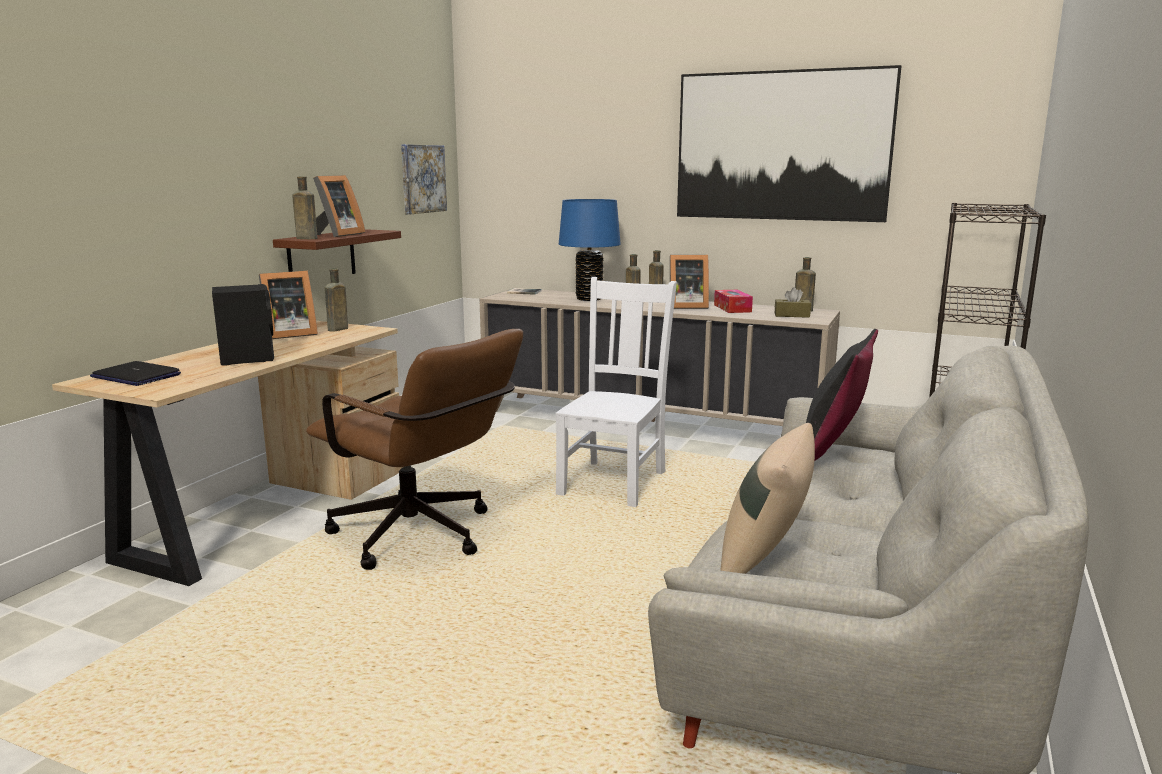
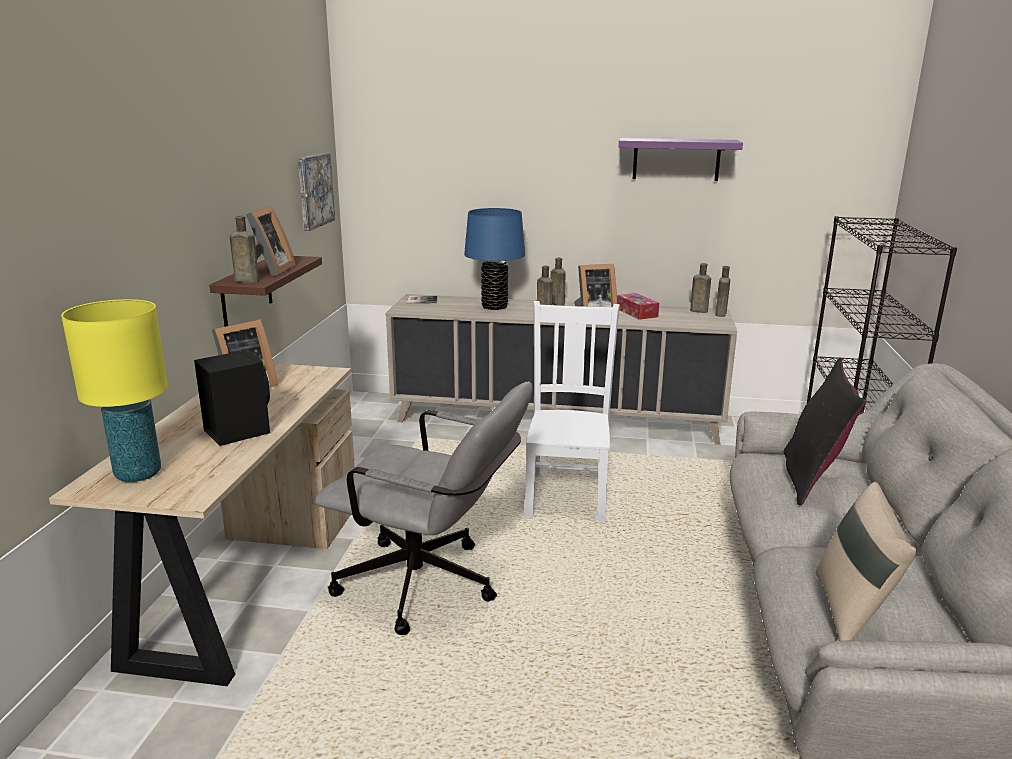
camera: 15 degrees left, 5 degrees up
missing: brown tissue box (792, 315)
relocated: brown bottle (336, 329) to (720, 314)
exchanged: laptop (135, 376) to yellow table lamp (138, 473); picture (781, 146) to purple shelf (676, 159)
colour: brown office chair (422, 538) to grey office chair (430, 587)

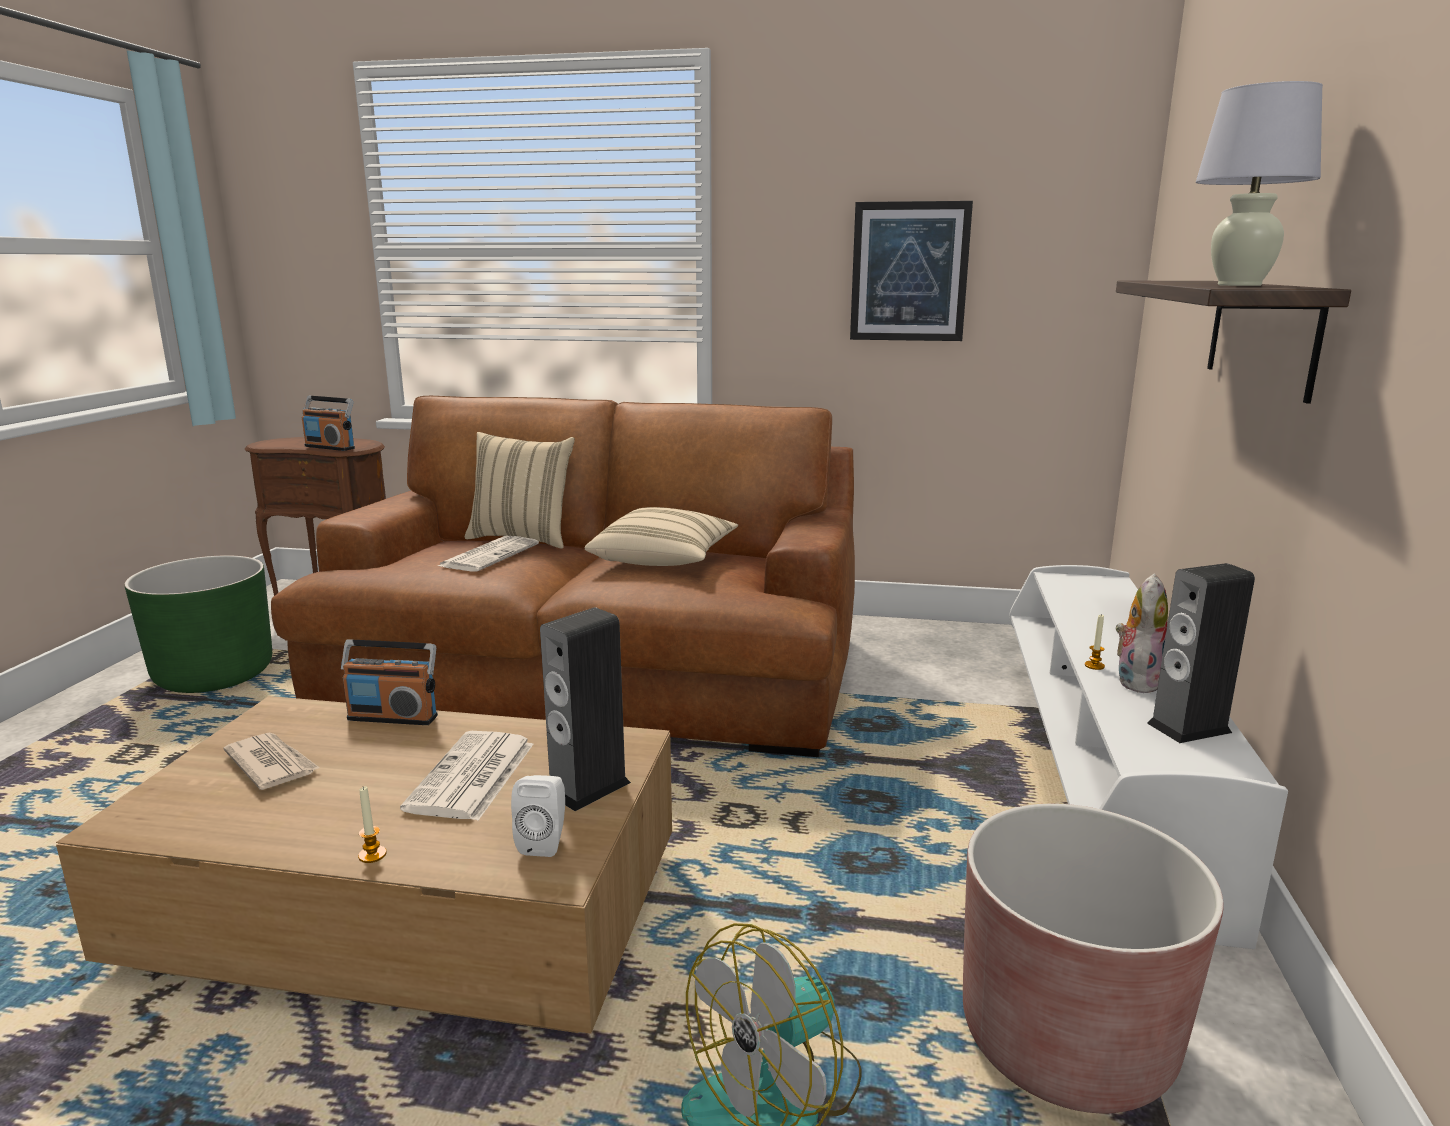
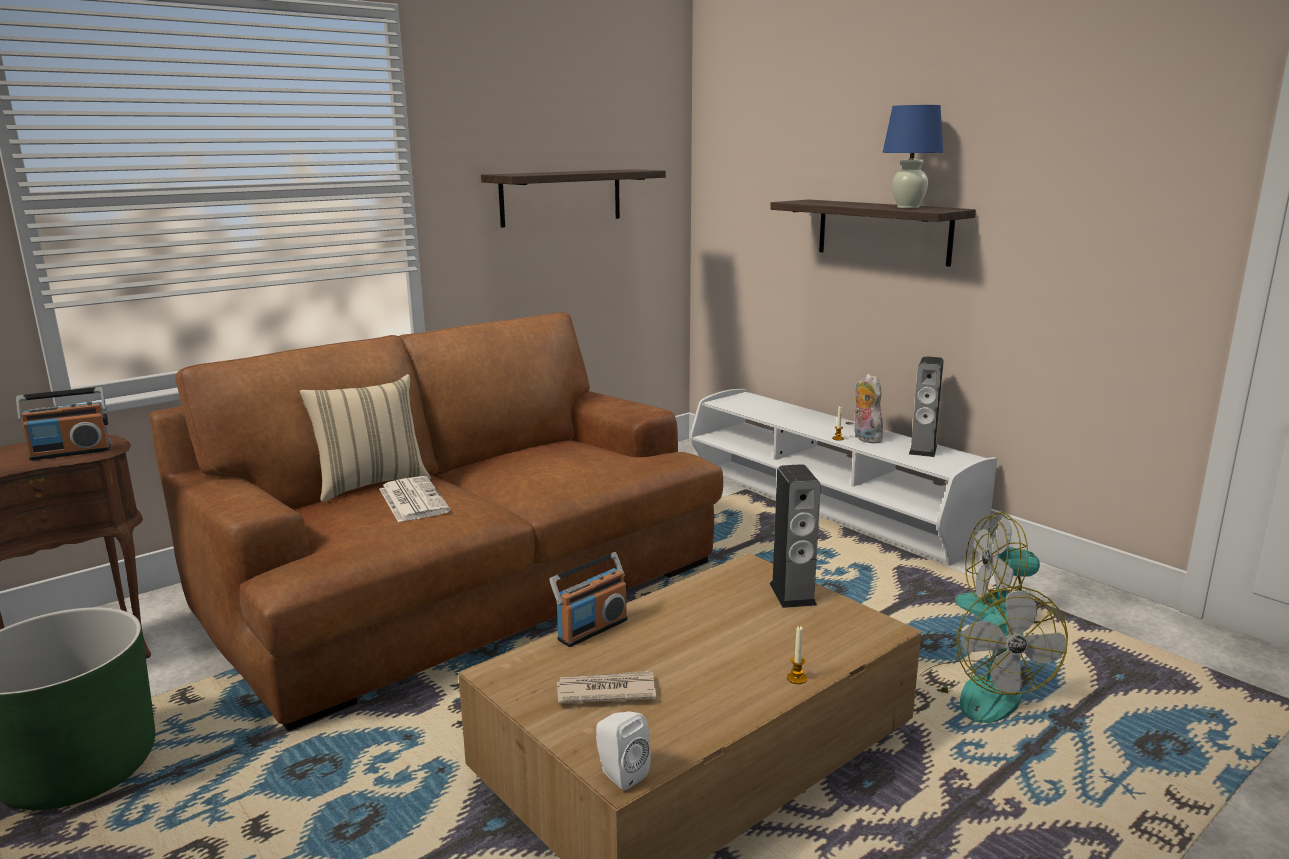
camera: 50 degrees left, 0 degrees up
missing: newspaper (472, 777); beige pillow (664, 561)
relocated: white speaker (544, 842) to (619, 774)
exchanged: picture (909, 272) to shelf (561, 197); brown planter (1066, 1040) to fan (1005, 610)
colour: white table lamp (1240, 285) to blue table lamp (908, 207)

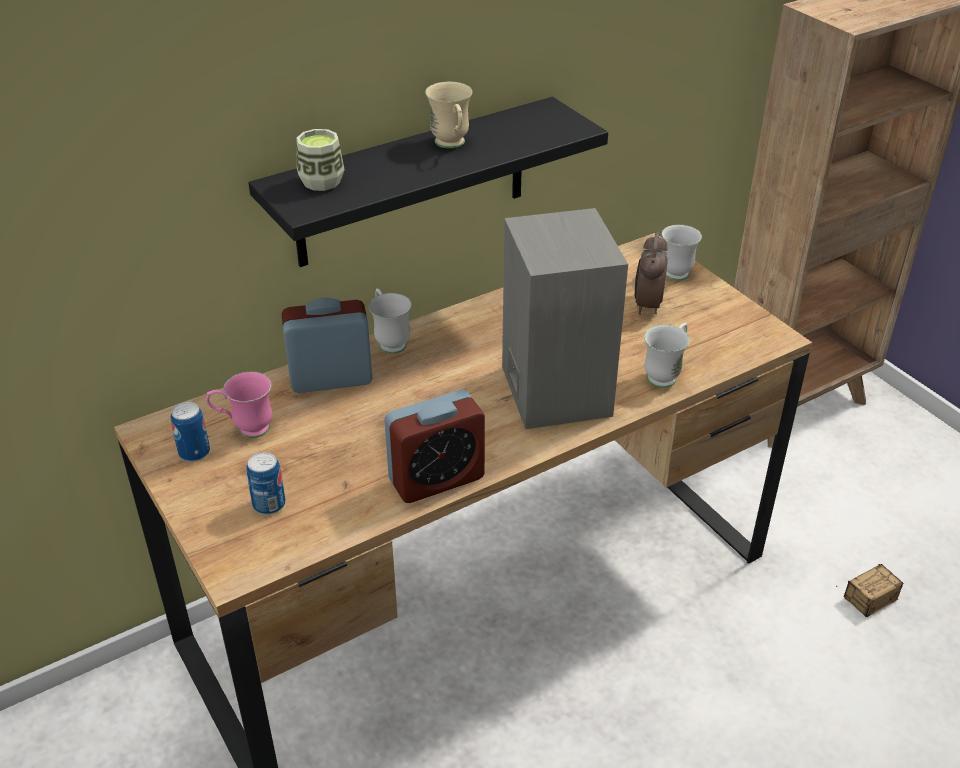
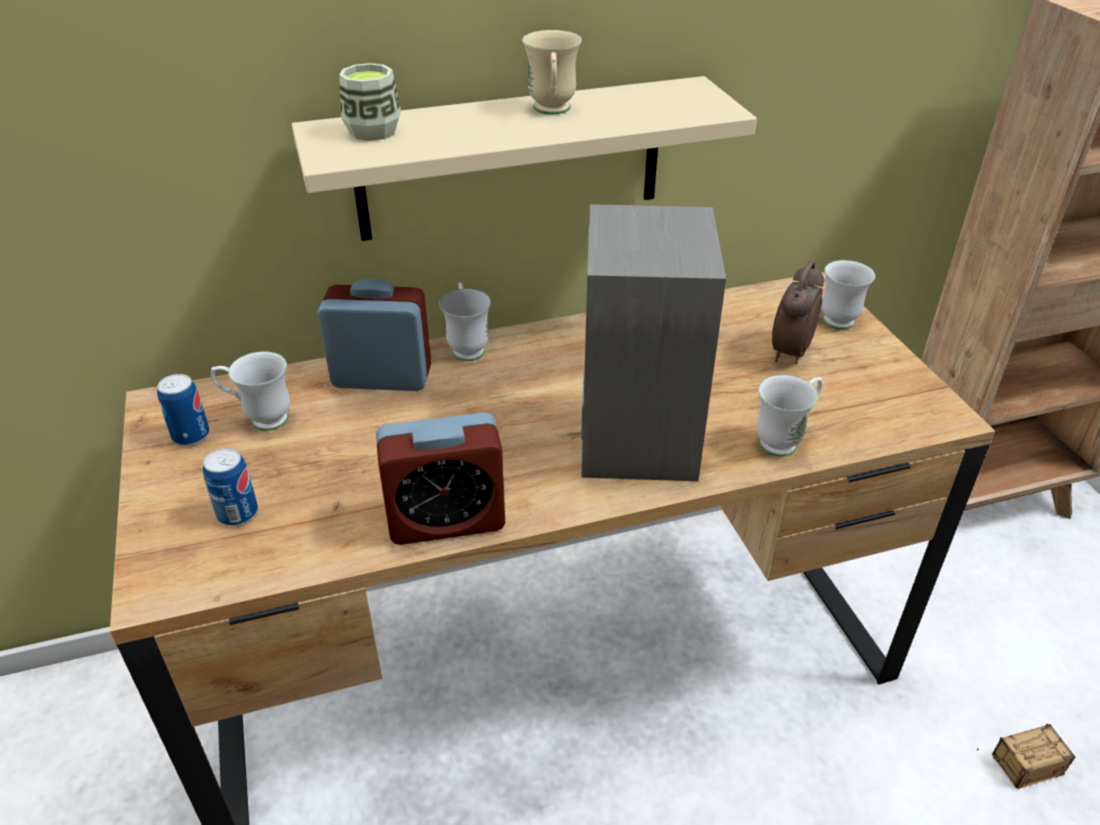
camera: 15 degrees right, 0 degrees up
colour: pink mug (245, 429) to white mug (259, 418); black shelf (412, 183) to beige shelf (510, 160)

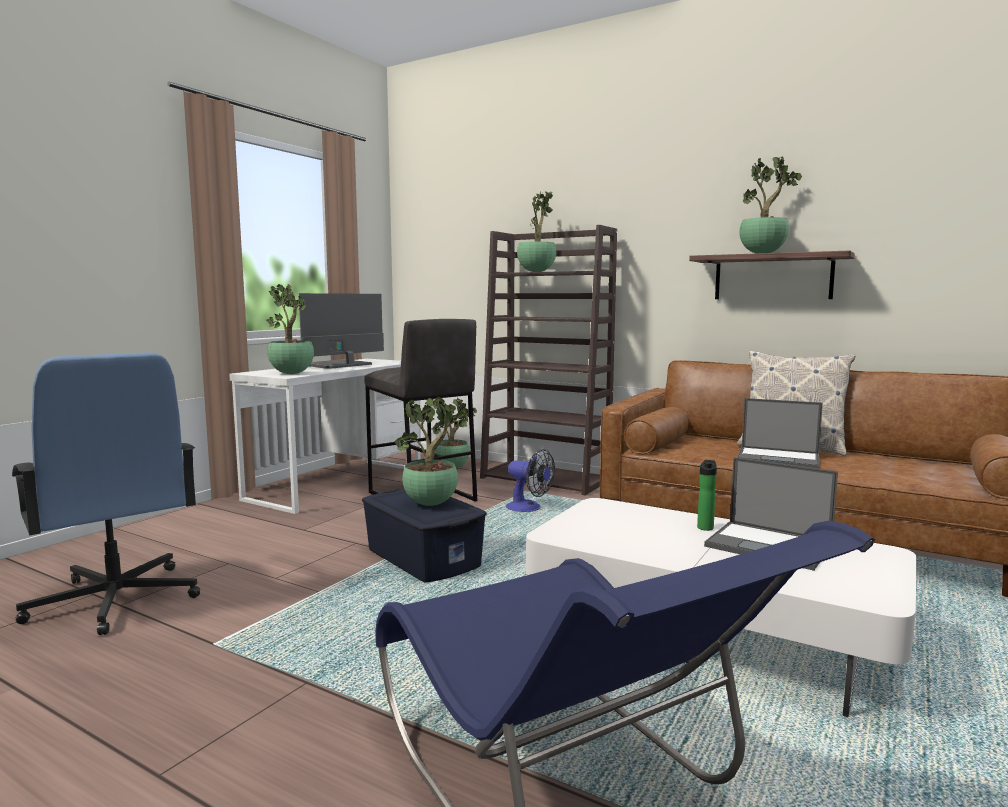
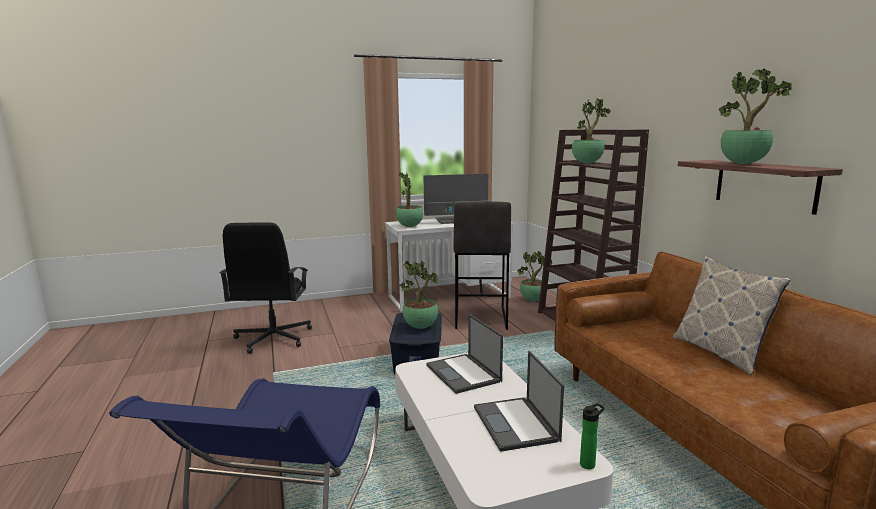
camera: 40 degrees right, 5 degrees up
missing: fan (529, 508)
relocated: bottle (705, 527) to (589, 464); laptop (779, 459) to (464, 374)
colour: blue office chair (115, 601) to black office chair (272, 338)

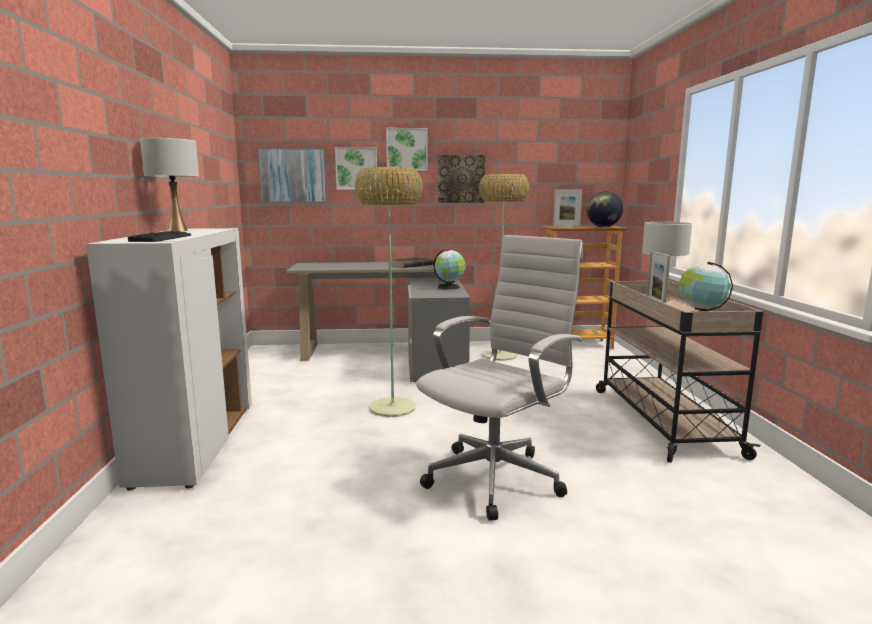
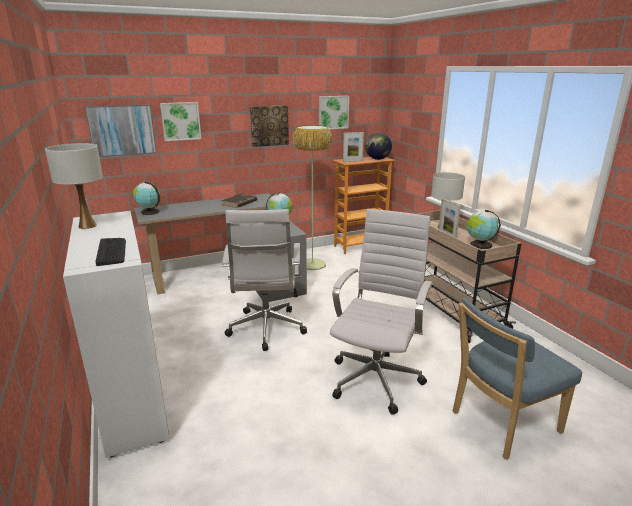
camera: 20 degrees left, 10 degrees up
appeared: globe (149, 212); blue chair (501, 423)
relocated: picture (407, 149) to (333, 112)
exchanged: floor lamp (392, 407) to white office chair (266, 330)

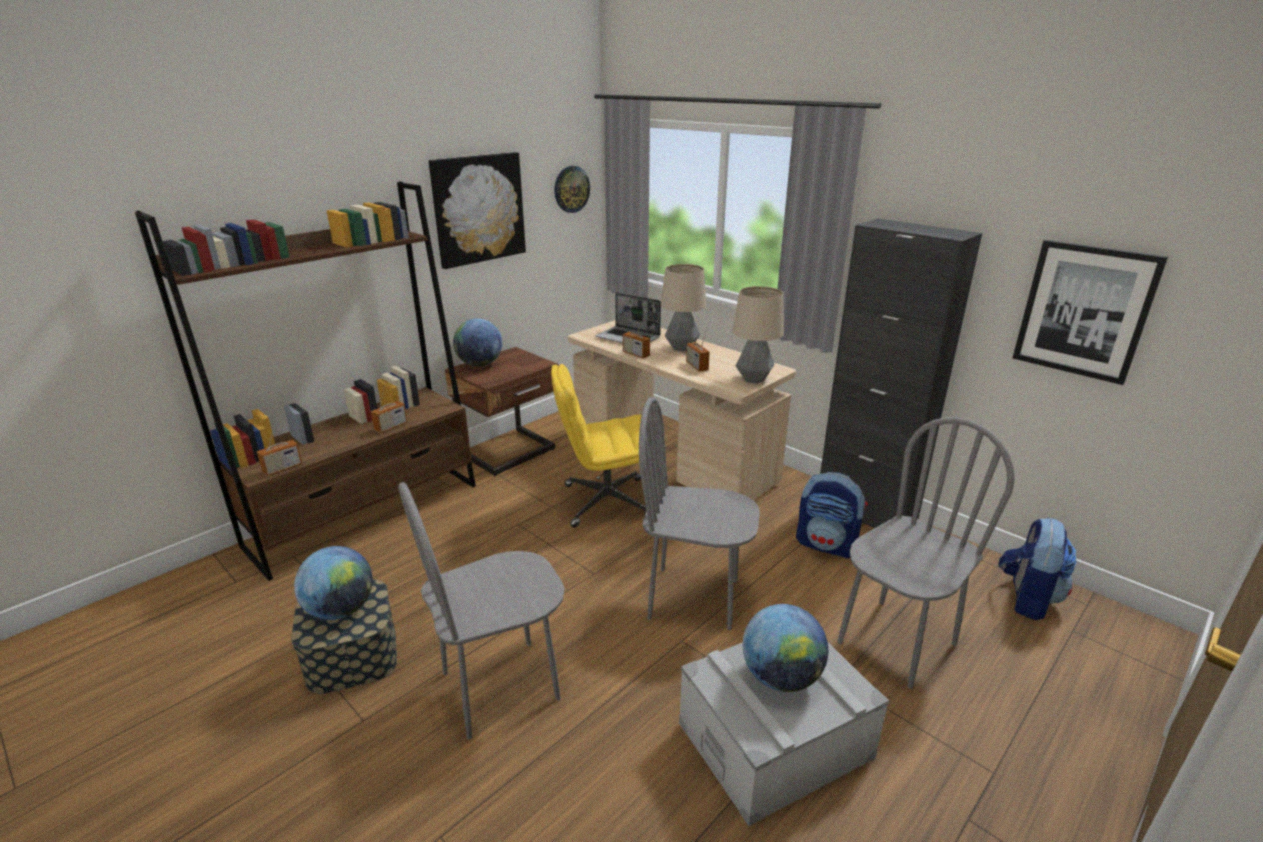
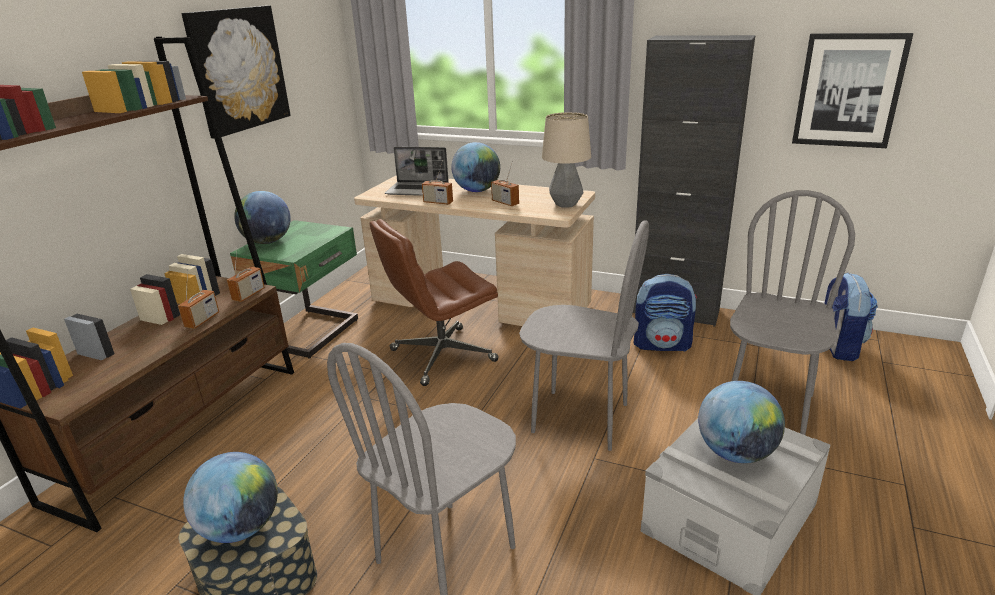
camera: 20 degrees left, 0 degrees up
missing: wall clock (571, 189)
relocated: radio (282, 468) to (248, 295)
exchanged: table lamp (681, 348) to globe (477, 191)
colour: brown nightstand (510, 453) to green nightstand (312, 333); yellow office chair (606, 502) to brown office chair (442, 356)
spun: grey chair (693, 598) = (580, 418) 150 degrees counterclockwise

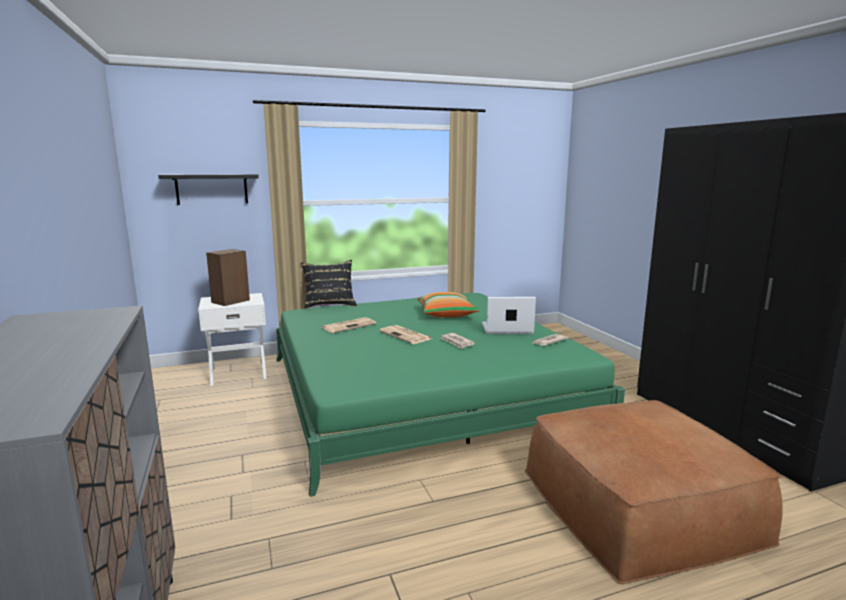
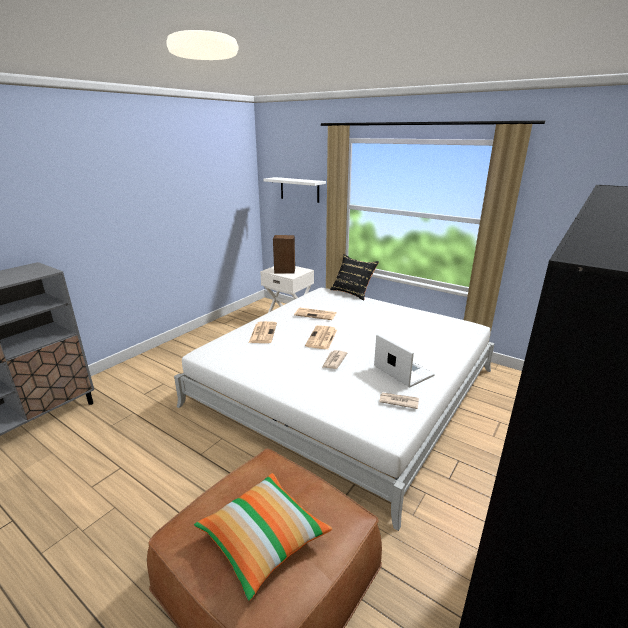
camera: 55 degrees right, 10 degrees up
appeared: newspaper (263, 332)
relocated: pillow (446, 314) to (263, 540)
colour: black shelf (212, 189) to white shelf (299, 189); green bed (422, 391) to white bed (344, 387)

